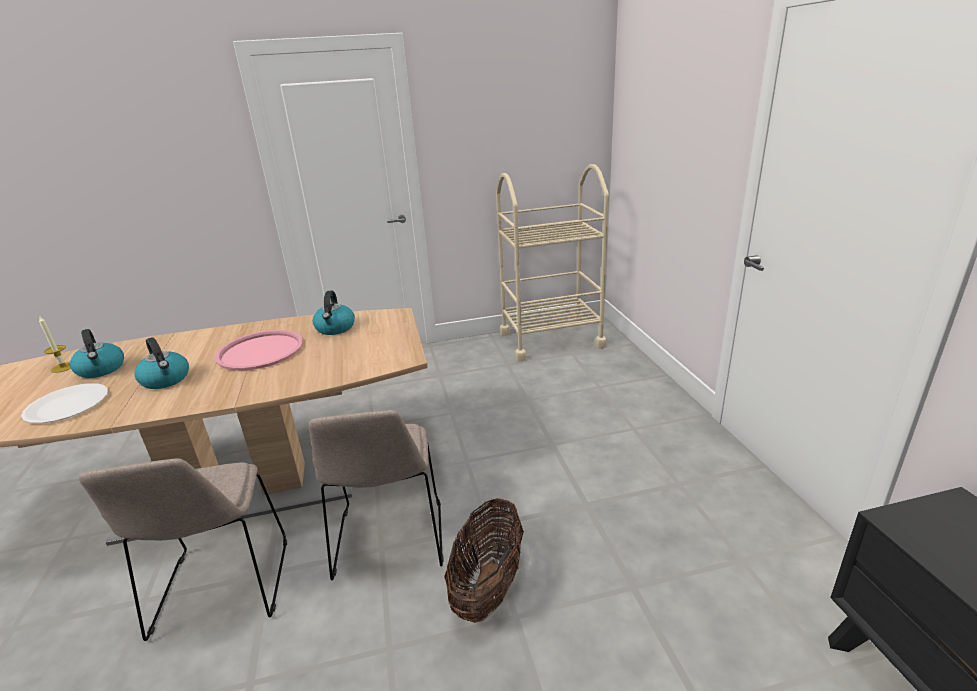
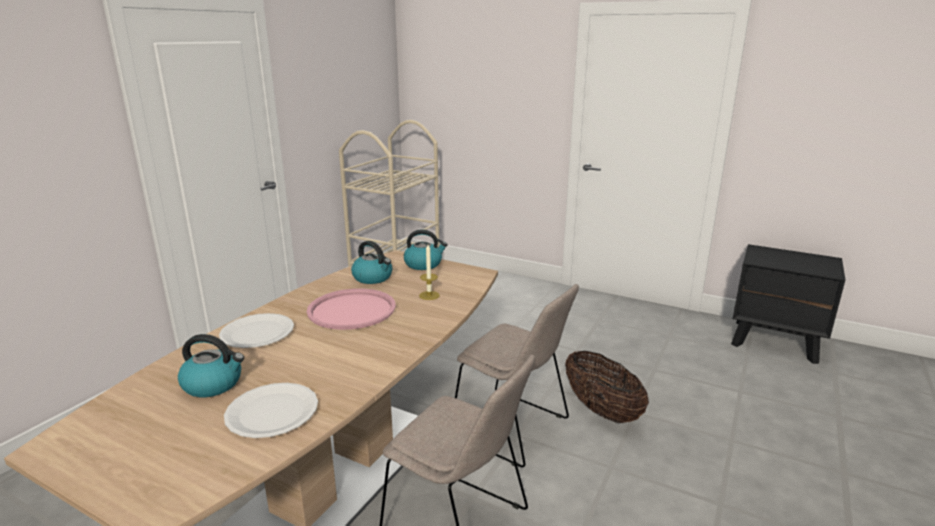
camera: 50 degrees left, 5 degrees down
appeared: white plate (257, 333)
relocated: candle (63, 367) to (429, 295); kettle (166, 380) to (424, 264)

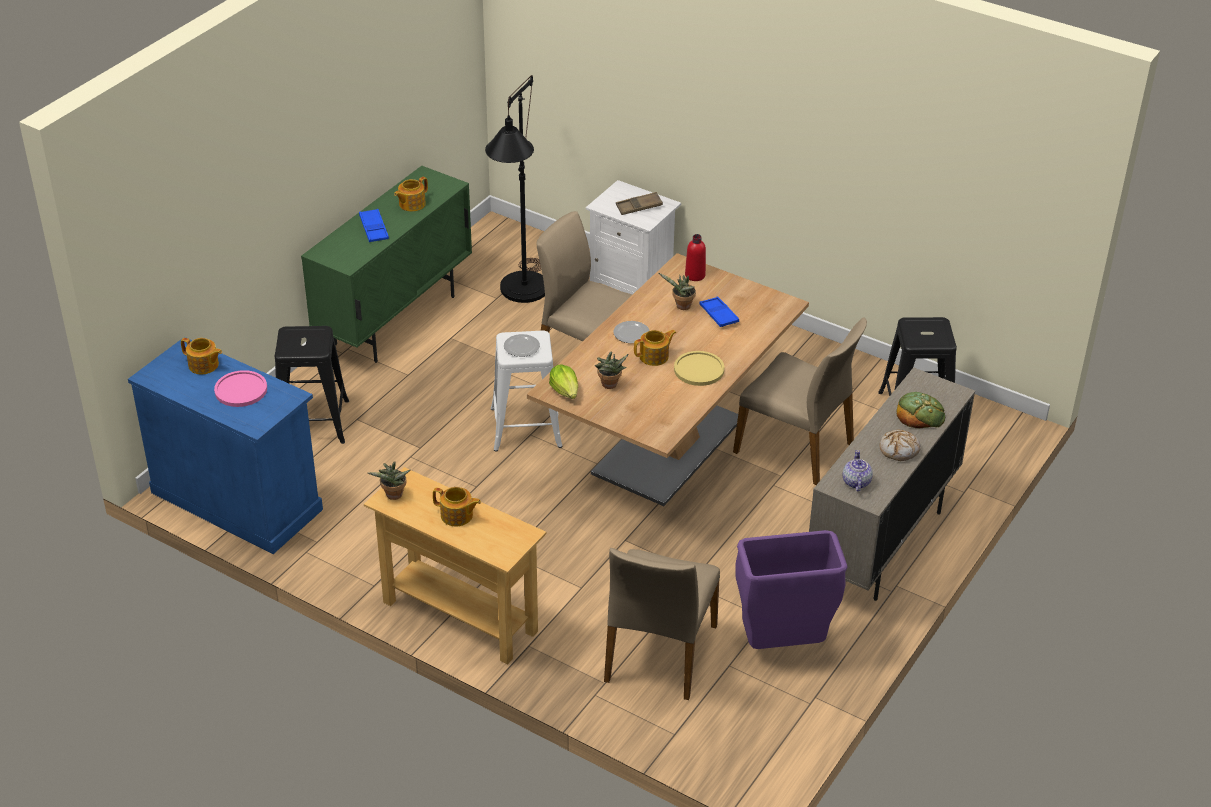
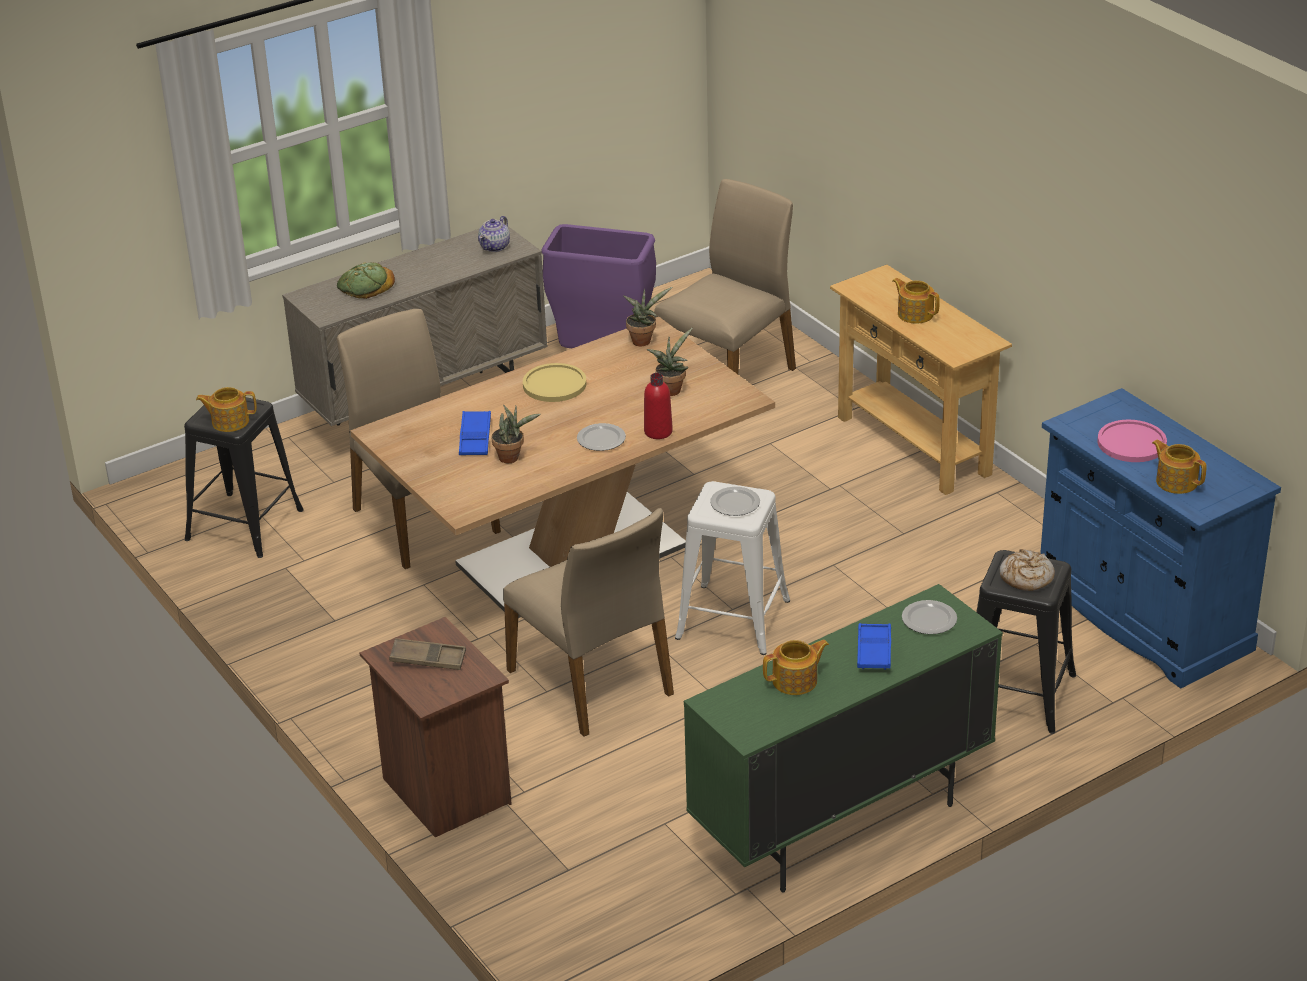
camera: 155 degrees left, 5 degrees down
missing: black floor lamp (521, 296); lettuce (565, 391)
appeared: plate (929, 619)
relocated: potted plant (393, 496) to (643, 340); teapot (654, 357) to (229, 421); red bottle (695, 275) to (658, 432); bread (899, 450) to (1026, 577)
colour: white nightstand (632, 285) to brown nightstand (444, 791)

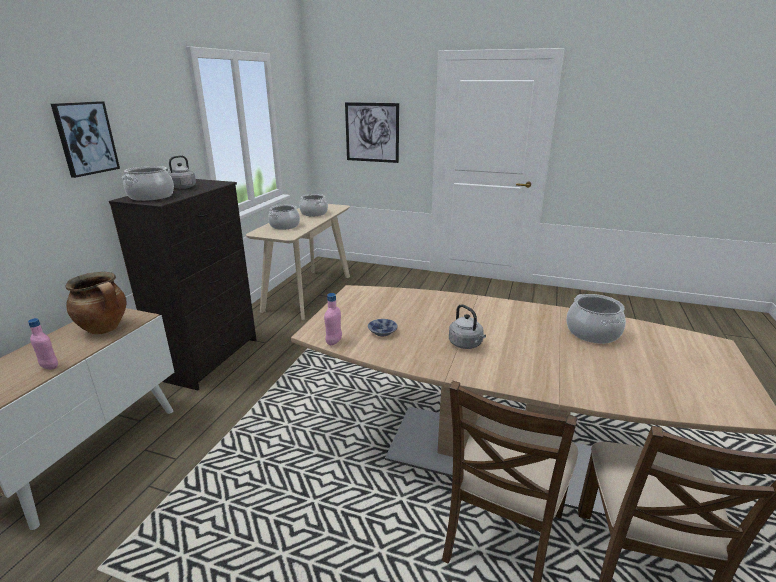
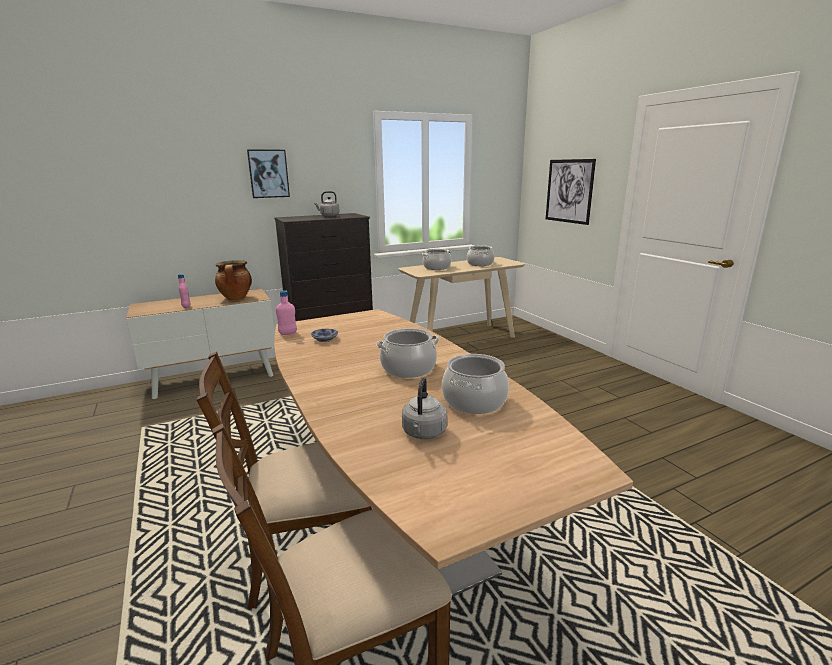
camera: 45 degrees right, 5 degrees down
relocated: cooking pot (151, 197) to (408, 369); grey kettle (466, 344) to (424, 433)

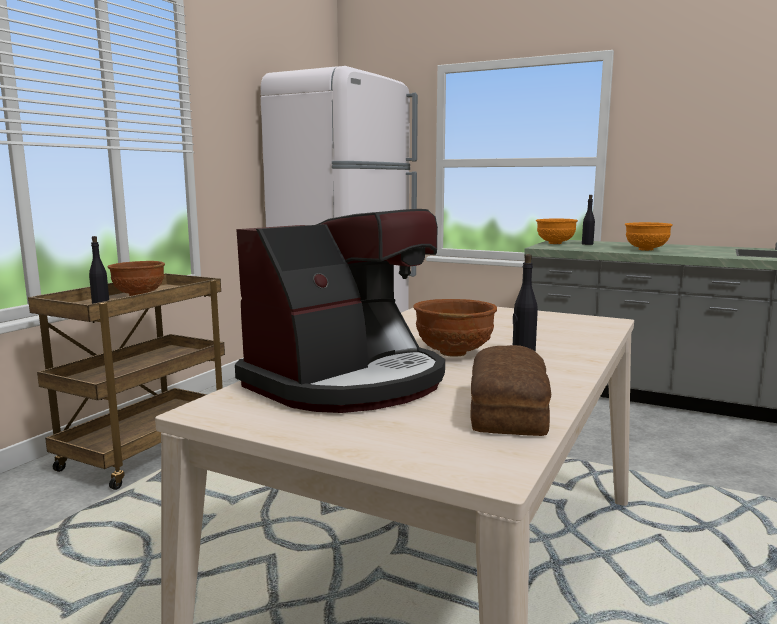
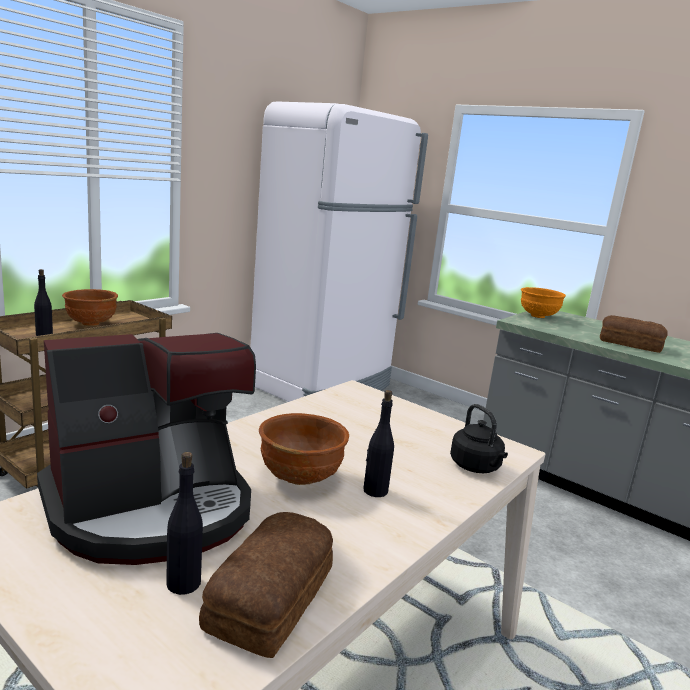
camera: 10 degrees right, 5 degrees up
appeared: black kettle (476, 467)
relocated: black bottle (587, 244) to (184, 583)
exchanged: orange bowl (645, 249) to bread (629, 343)

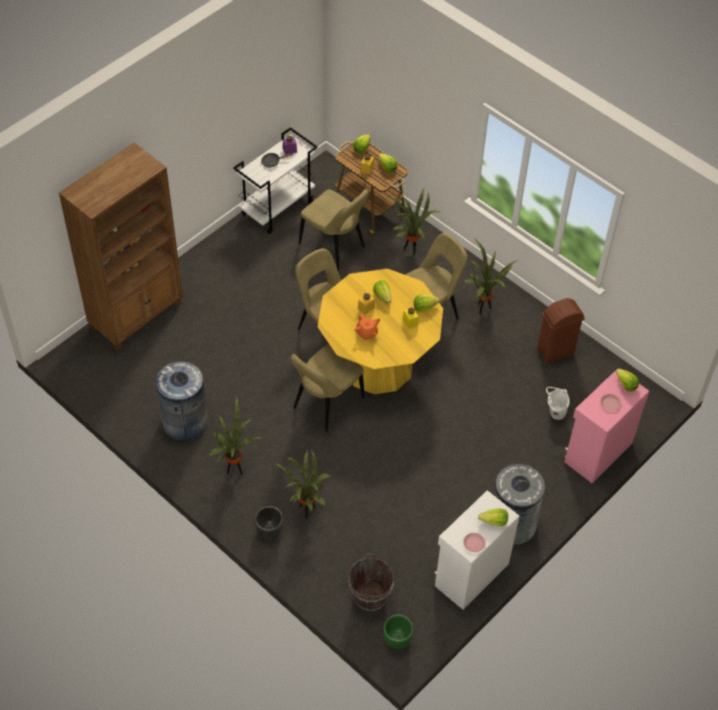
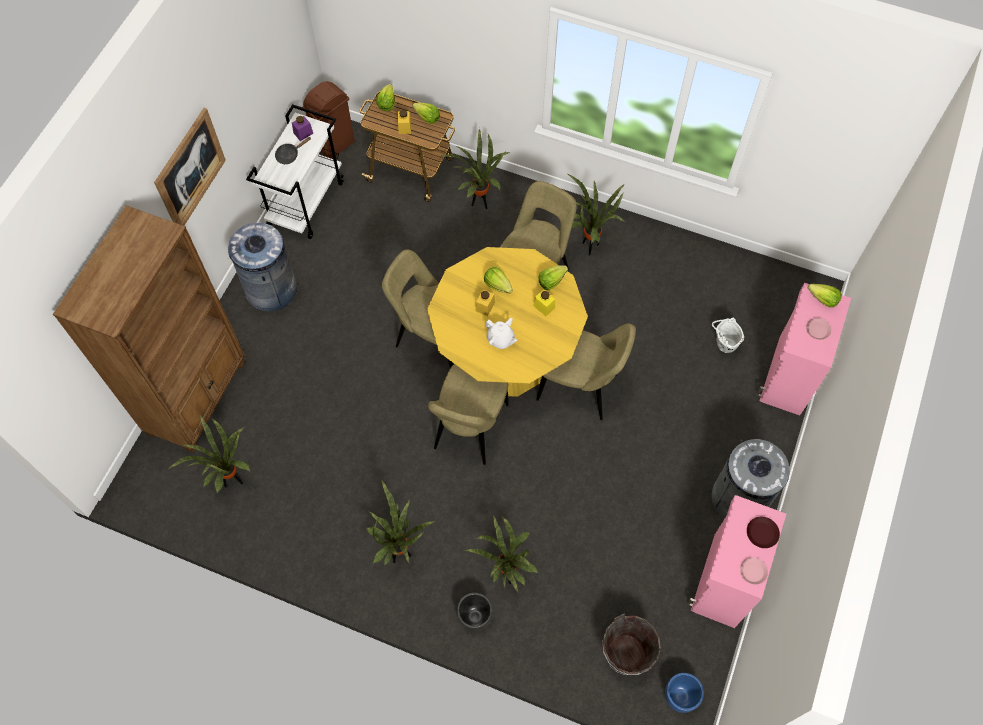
camera: 20 degrees left, 10 degrees up
appeared: picture (190, 170); potted plant (232, 480)
relocated: grey trash can (185, 422) to (271, 289); beige chair (334, 247) to (581, 388); brown trash can (555, 352) to (335, 145)
exchanged: lettuce (494, 522) to brown plate (762, 533)
colour: orange teapot (366, 333) to white teapot (500, 339); green planter (397, 640) to blue planter (679, 697); white cabinet (470, 574) to pink cabinet (722, 580)

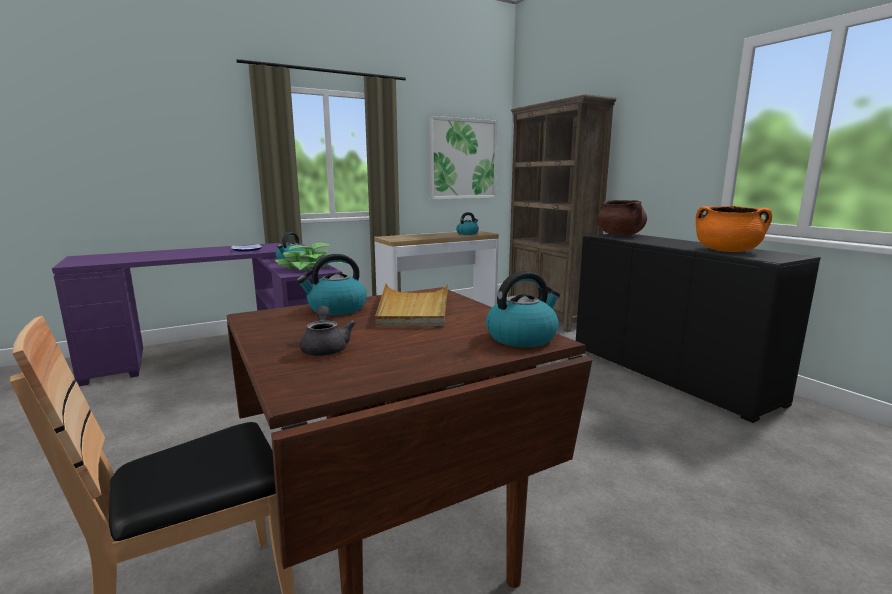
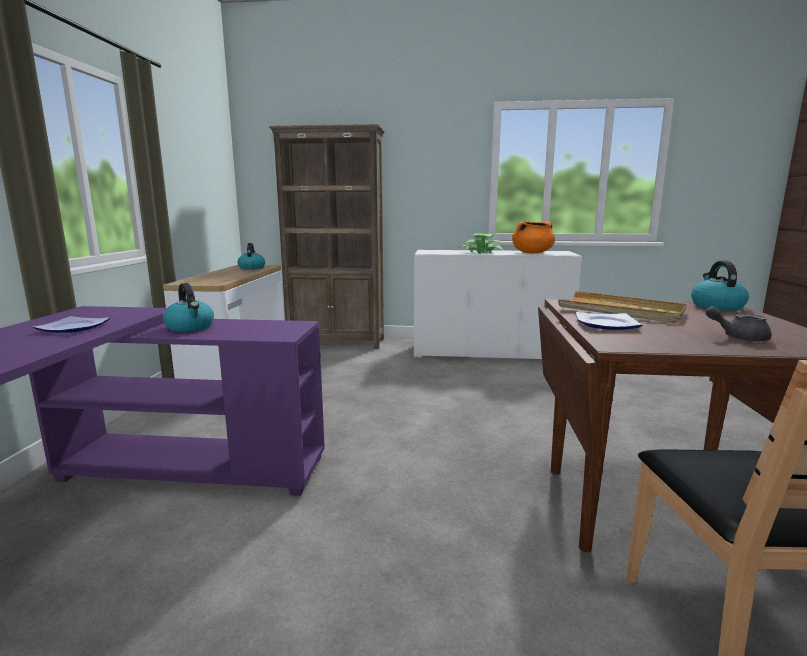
camera: 55 degrees left, 0 degrees up
missing: picture (463, 159); brown cooking pot (620, 235)
relocated: potted plant (308, 267) to (480, 252)
exchanged: kettle (336, 309) to plate (607, 324)
colour: black cabinet (668, 373) to white cabinet (489, 352)

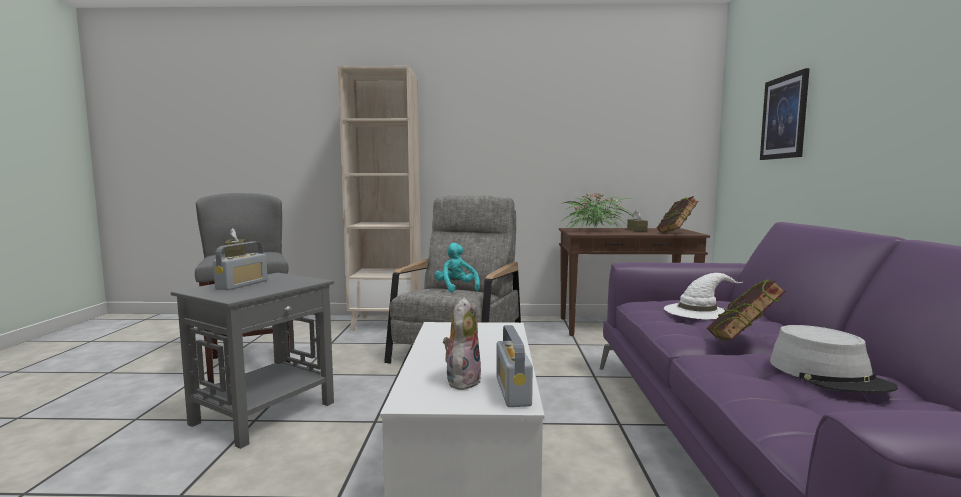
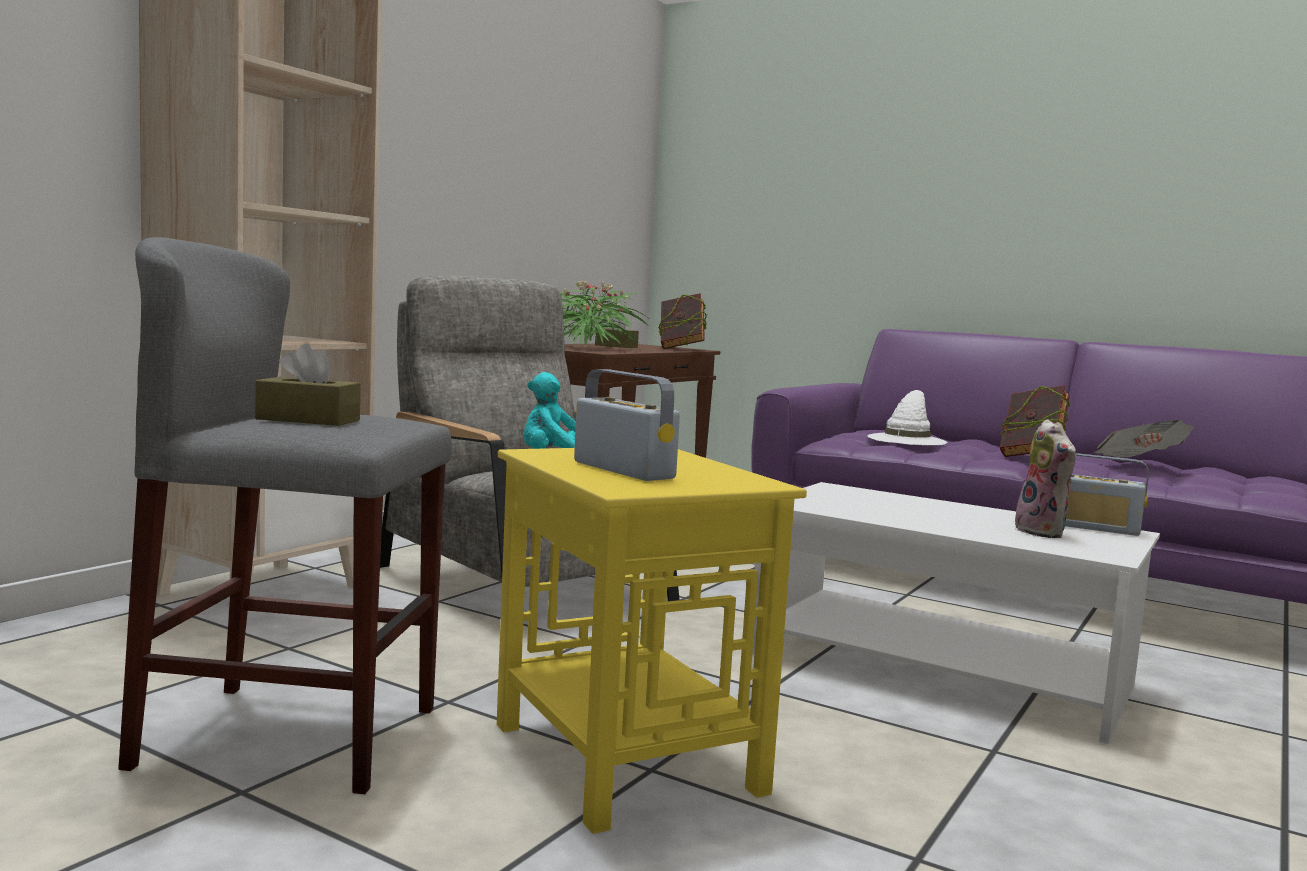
camera: 60 degrees left, 0 degrees up
missing: picture (784, 117)
exchanged: grey hat (828, 375) to newspaper (1139, 464)
colour: grey side table (265, 412) to yellow side table (624, 756)
spun: plush toy (462, 380) = (1044, 532) 150 degrees counterclockwise

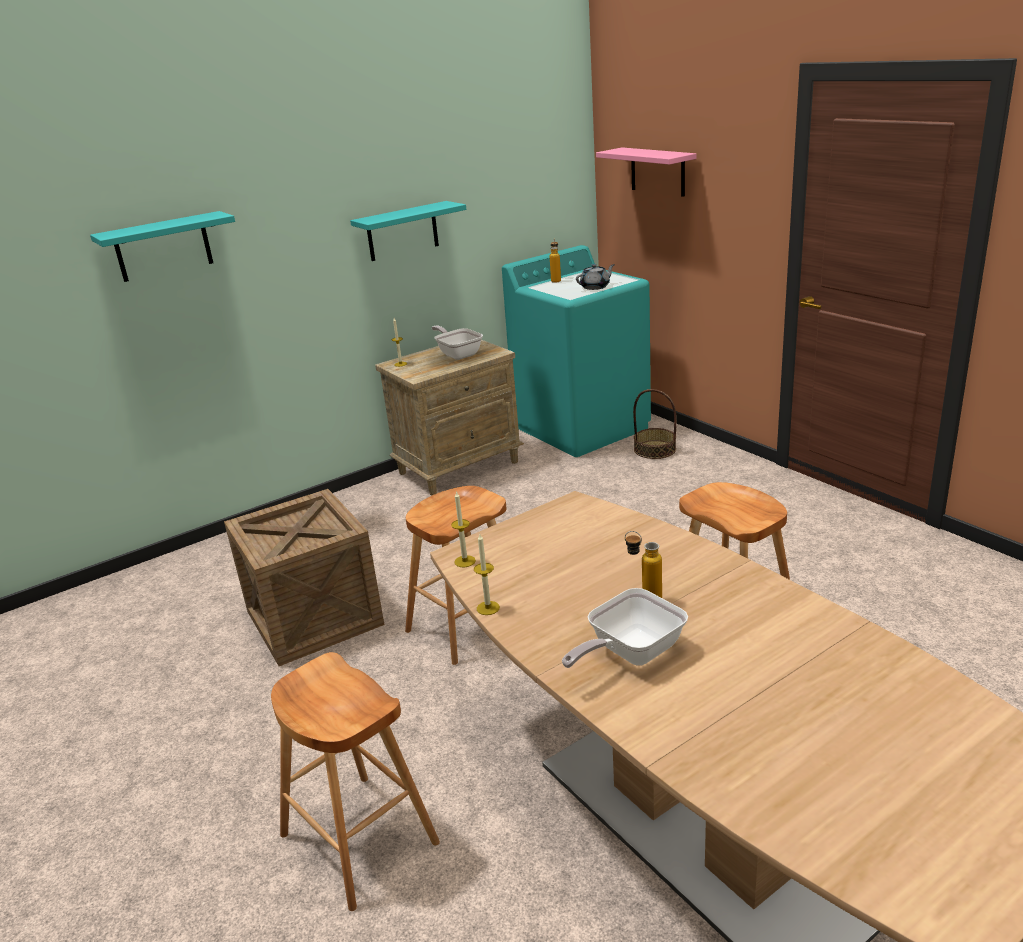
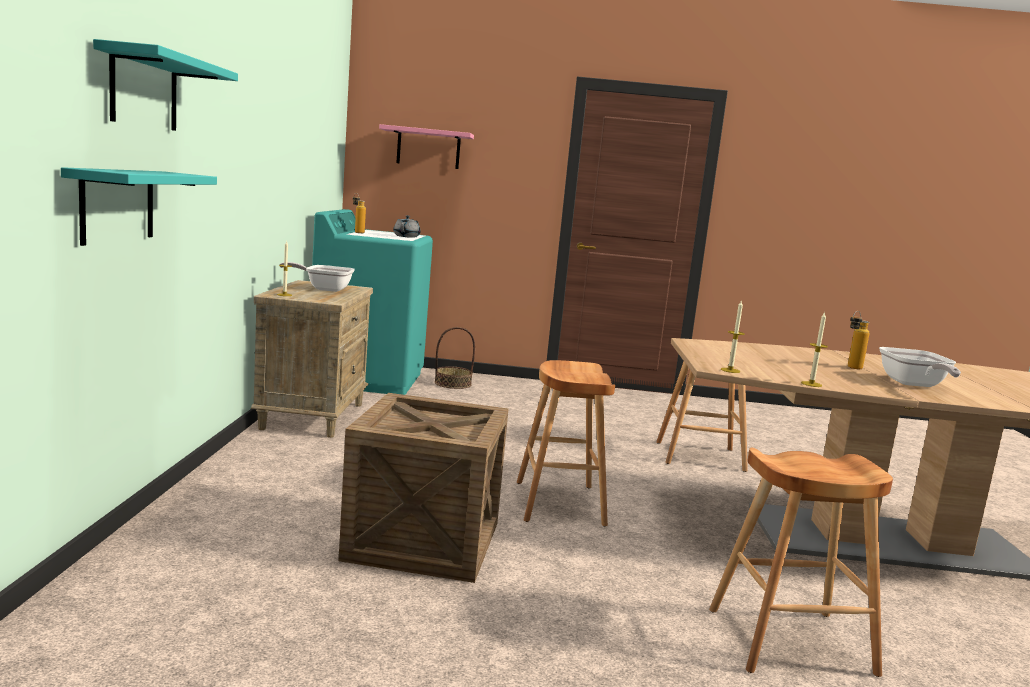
camera: 55 degrees left, 15 degrees down
relocated: turquoise shelf (402, 231) to (117, 205)

